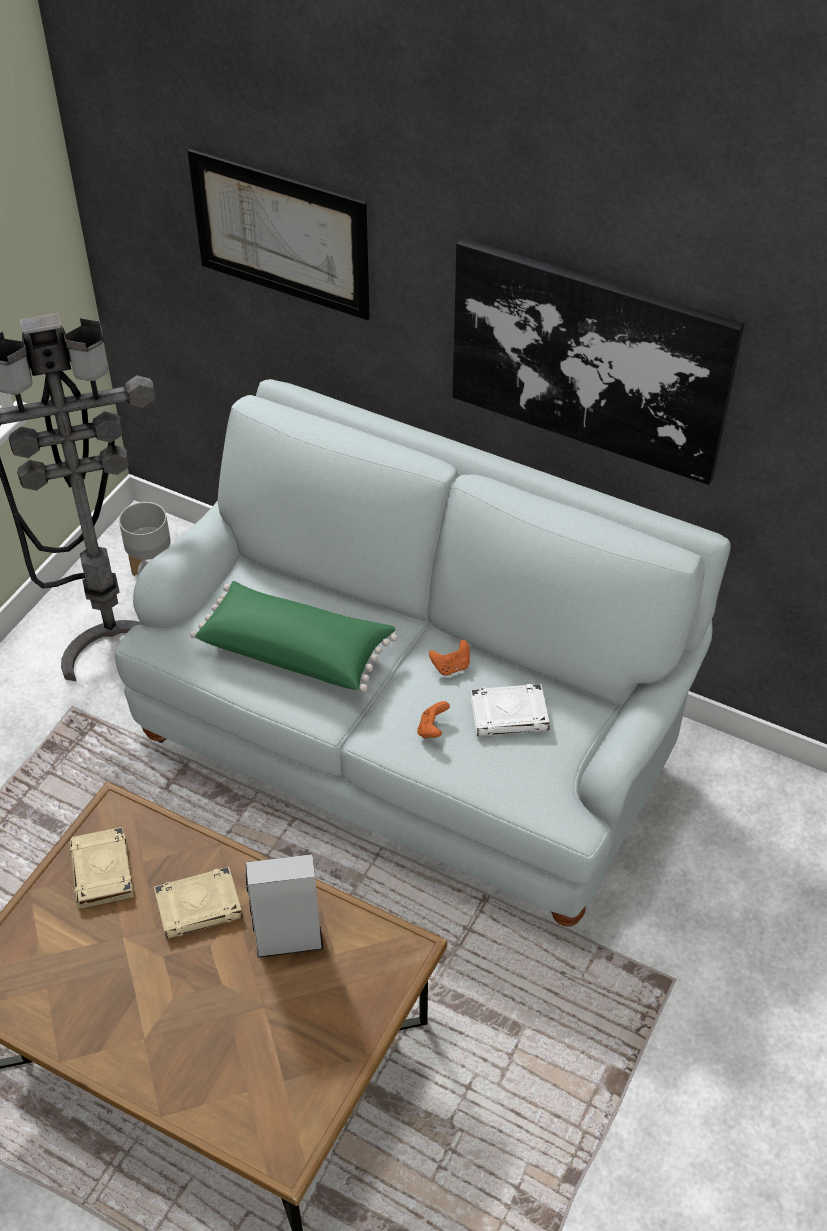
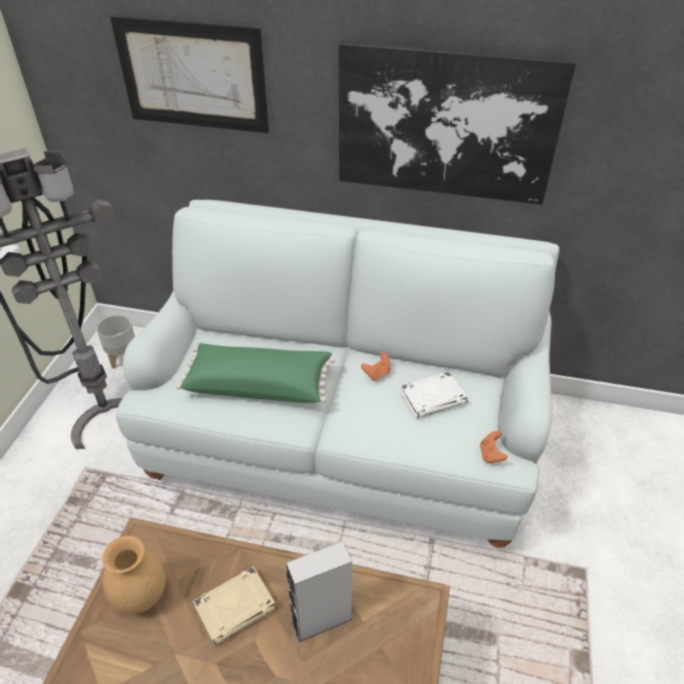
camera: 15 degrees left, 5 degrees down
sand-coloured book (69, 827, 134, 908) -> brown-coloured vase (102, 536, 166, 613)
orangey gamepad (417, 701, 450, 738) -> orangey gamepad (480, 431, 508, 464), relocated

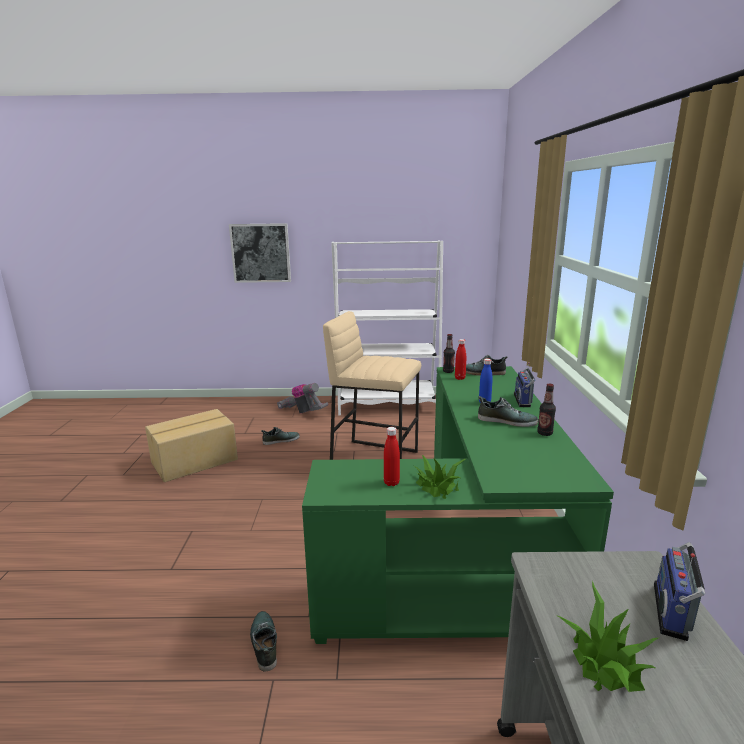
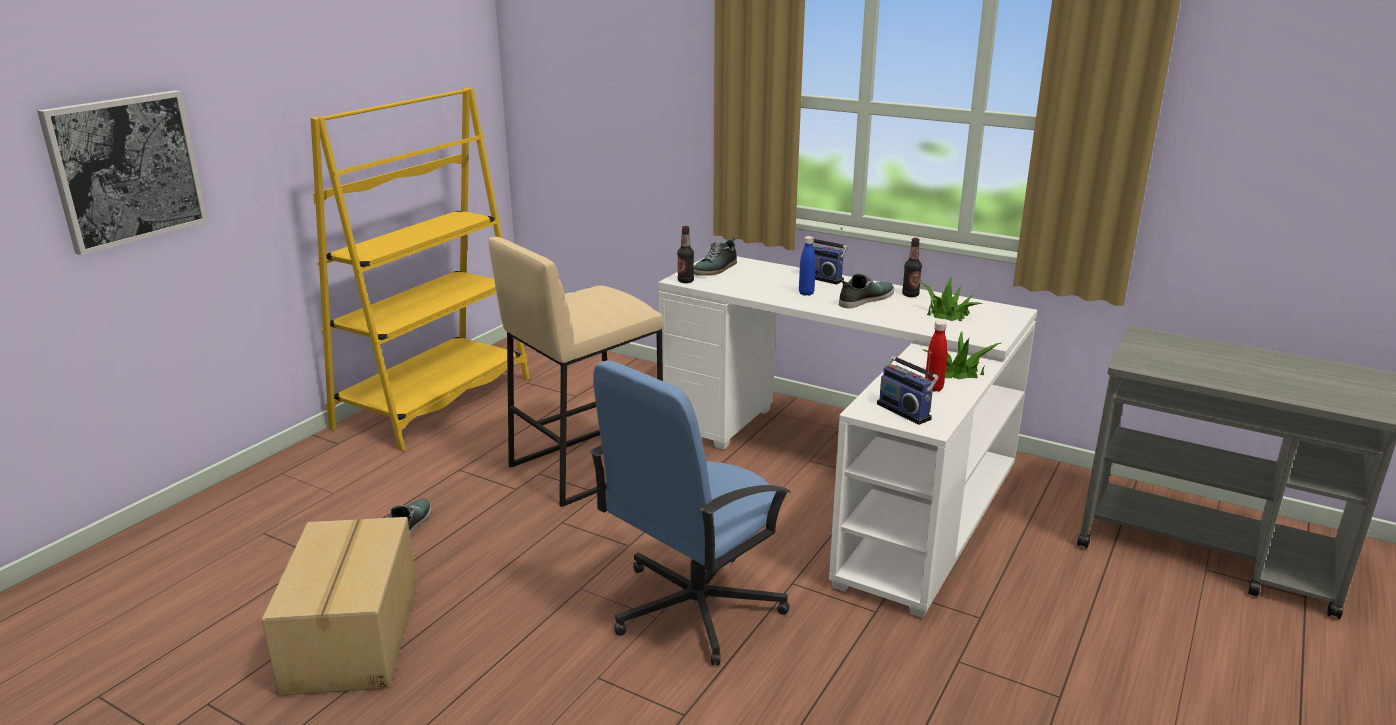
camera: 60 degrees left, 5 degrees up
shoe (250, 611, 277, 672) -> none
vacuum cleaner (277, 383, 328, 413) -> none
greenish desk unit (302, 366, 614, 644) -> whitish desk unit (658, 256, 1037, 618)
whitish shelving unit (331, 240, 443, 416) -> yellowish shelving unit (311, 88, 530, 451)
red drink bottle (455, 339, 466, 380) -> none
potted plant (556, 581, 658, 692) -> potted plant (918, 276, 982, 321), relocated
radio receiver (654, 542, 705, 641) -> radio receiver (877, 351, 939, 425), relocated
none -> bluish computer chair (589, 360, 791, 665)

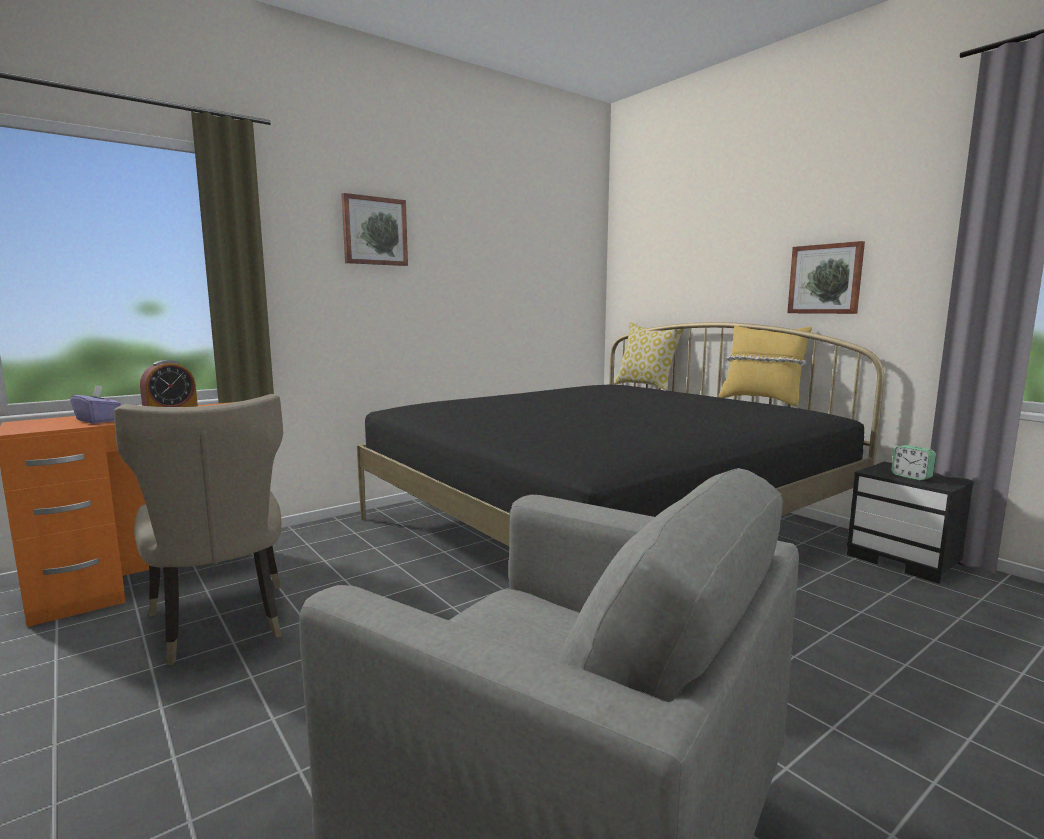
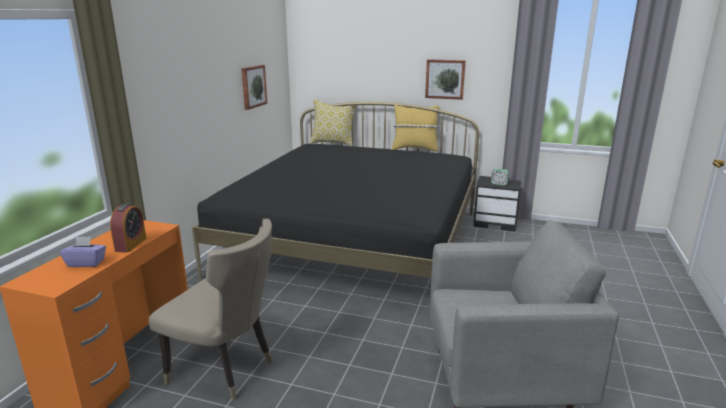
camera: 35 degrees left, 10 degrees up
wall picture (341, 193, 408, 266) -> wall picture (241, 65, 267, 110), relocated

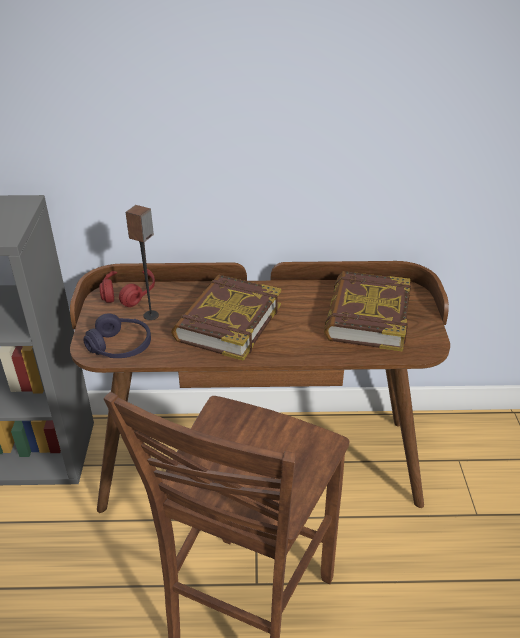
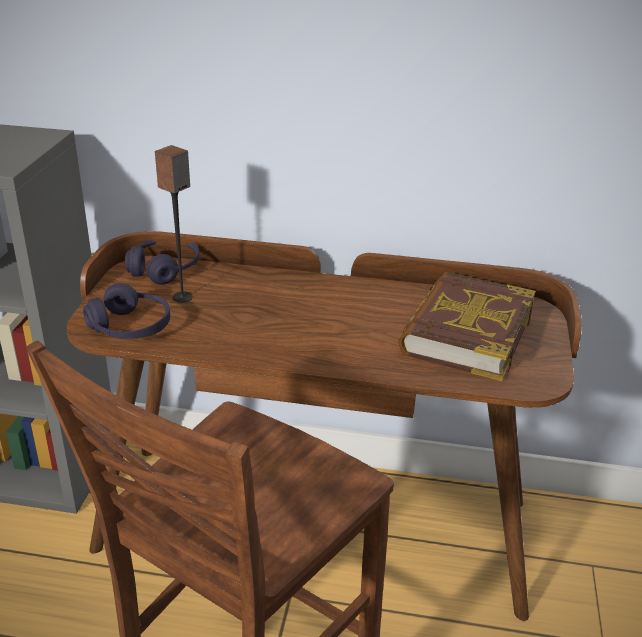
camera: 10 degrees right, 5 degrees down
red headphones (99, 269, 155, 307) -> purple-coloured headphones (125, 240, 199, 285)
book (171, 274, 281, 361) -> none

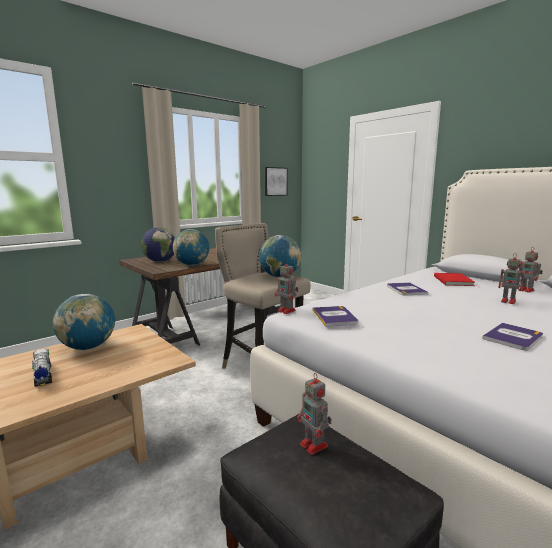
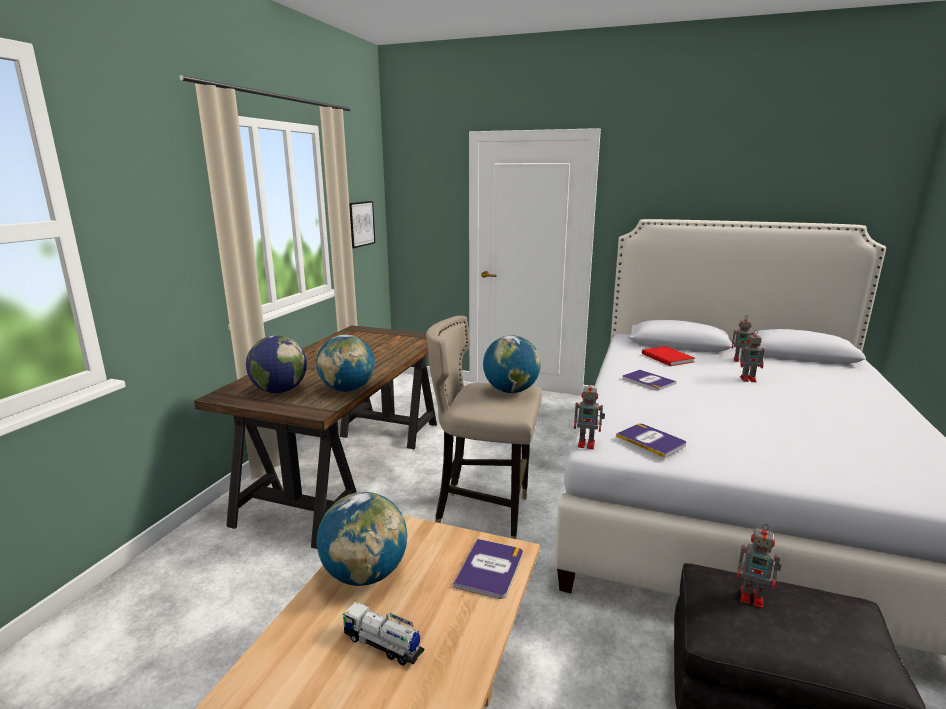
camera: 30 degrees left, 5 degrees up
book (482, 323, 543, 350) -> book (453, 539, 523, 599), relocated

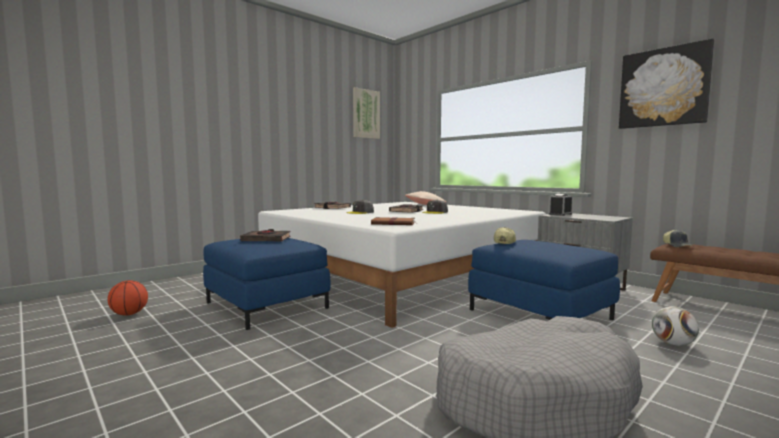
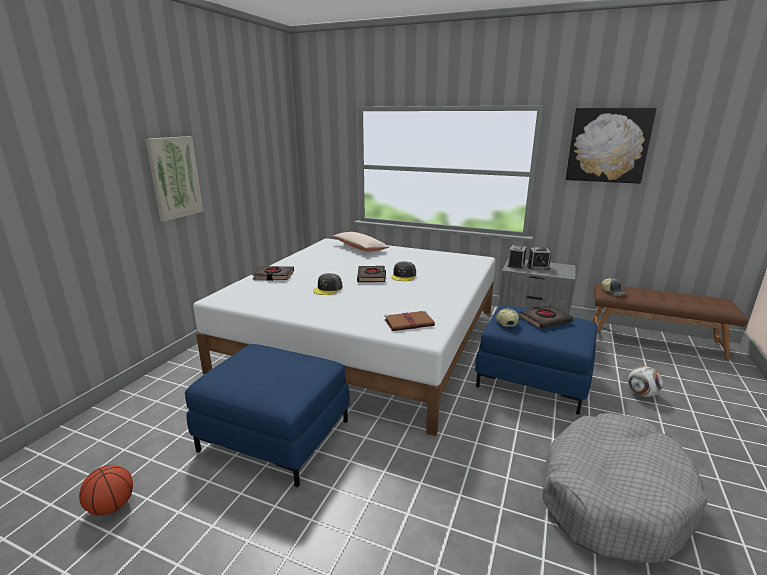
camera: 25 degrees left, 15 degrees up
blackish book (240, 229, 291, 241) -> blackish book (519, 305, 573, 329), relocated
wall picture (353, 87, 380, 139) -> wall picture (145, 136, 203, 222), relocated
none -> table clock (527, 247, 551, 270)

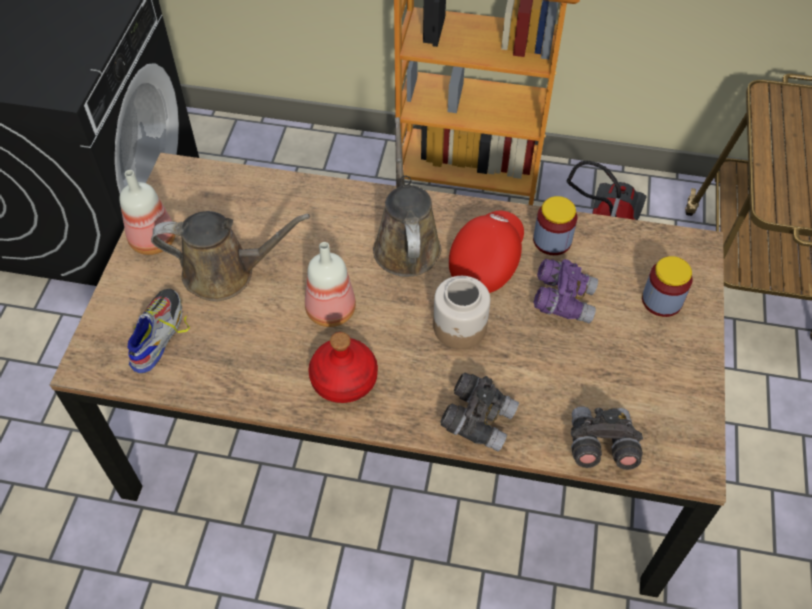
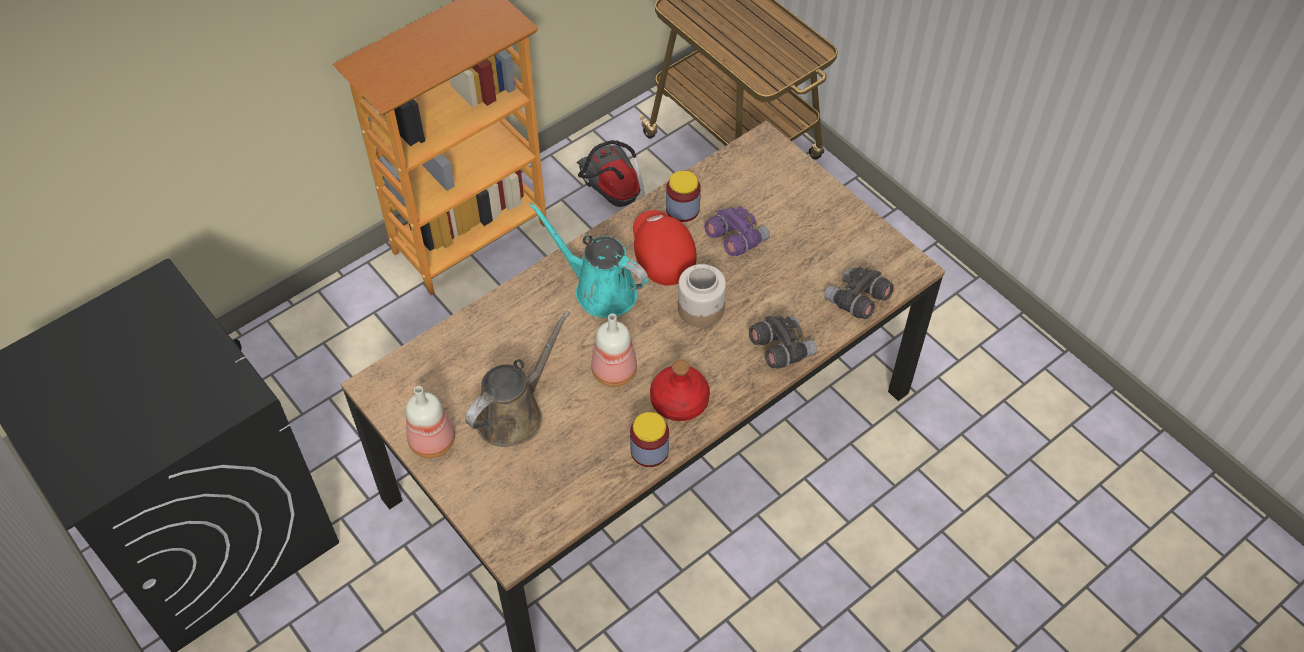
camera: 50 degrees left, 0 degrees up
shoe (128, 289, 190, 373) -> none
brown-coloured watering can (373, 117, 441, 277) -> blue-green watering can (529, 202, 648, 318)
jar (642, 256, 693, 317) -> jar (630, 412, 669, 467), relocated

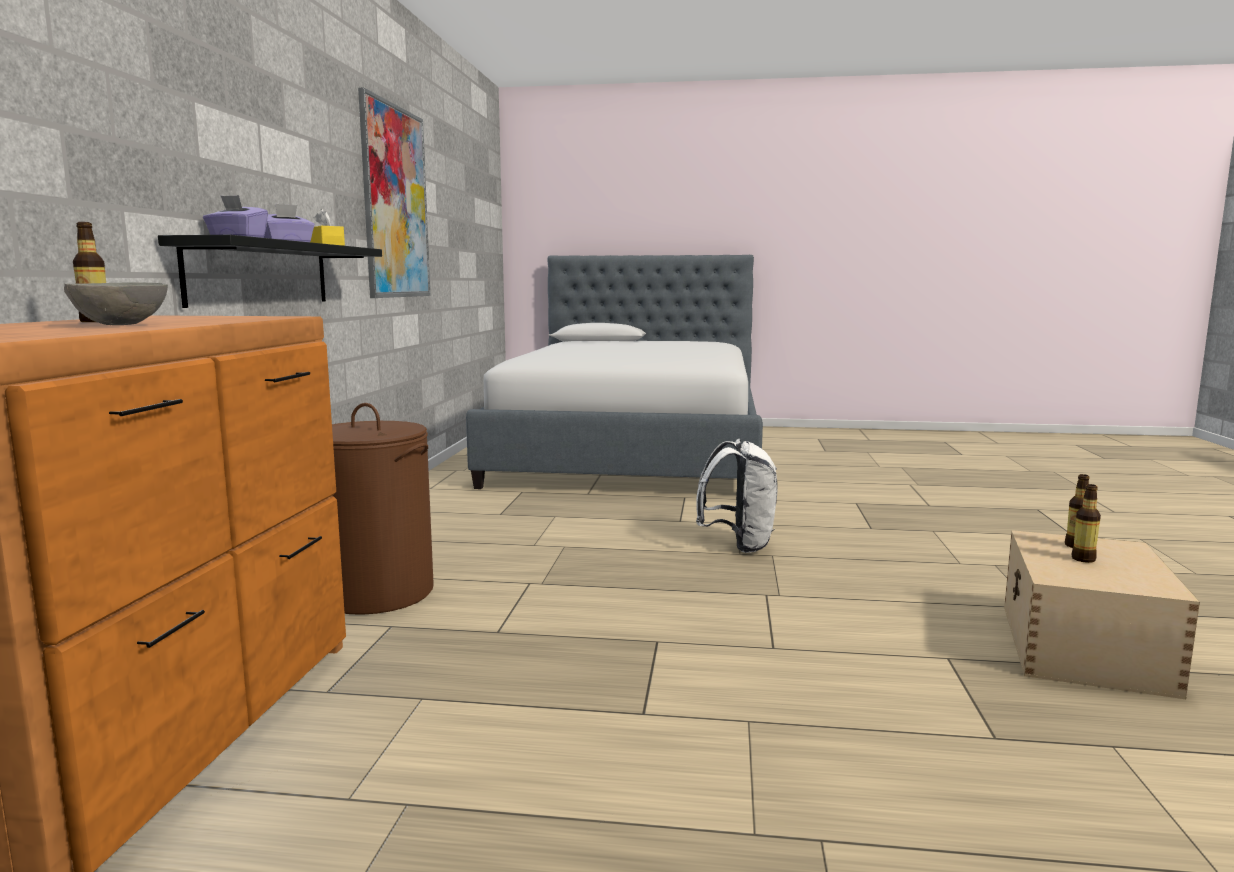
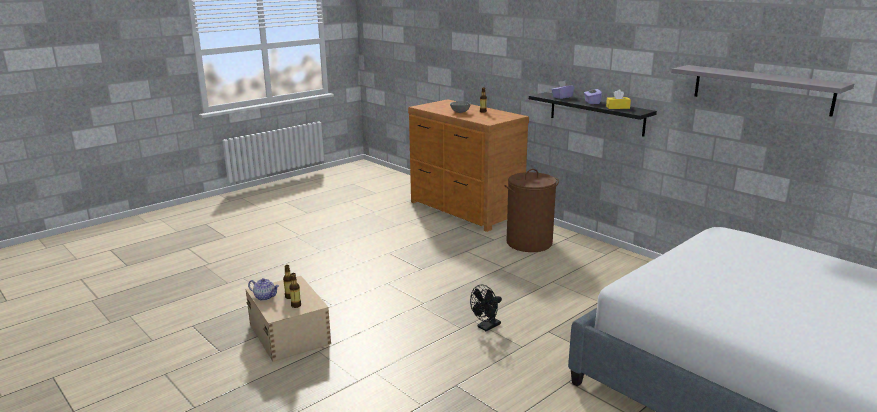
camera: 130 degrees right, 10 degrees up
wall picture (358, 88, 431, 298) -> gray bracket shelf (671, 65, 854, 116)
whitish rucksack (696, 438, 778, 553) -> blackish fan (470, 285, 502, 331)
none -> teapot (248, 278, 279, 301)

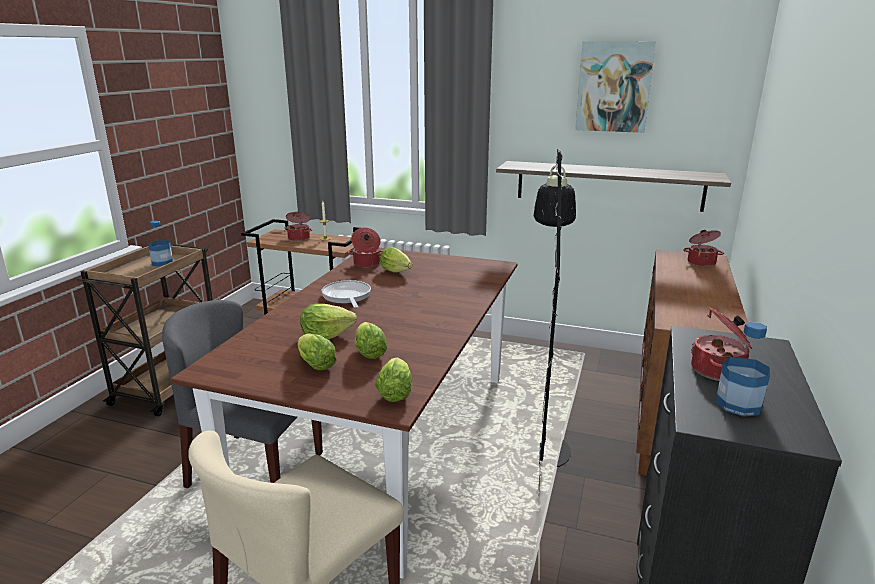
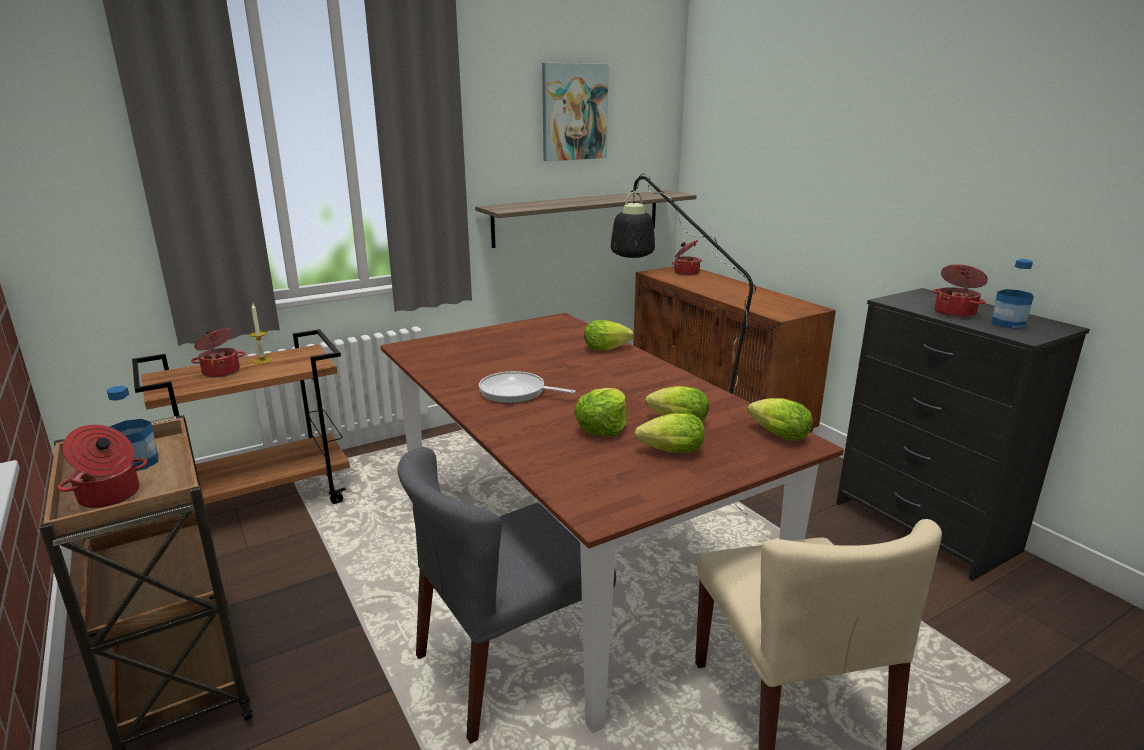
camera: 50 degrees left, 0 degrees up
stockpot (348, 228, 383, 268) -> stockpot (57, 425, 147, 508), relocated
lettuce head (380, 247, 412, 273) -> lettuce head (584, 320, 634, 350), relocated

